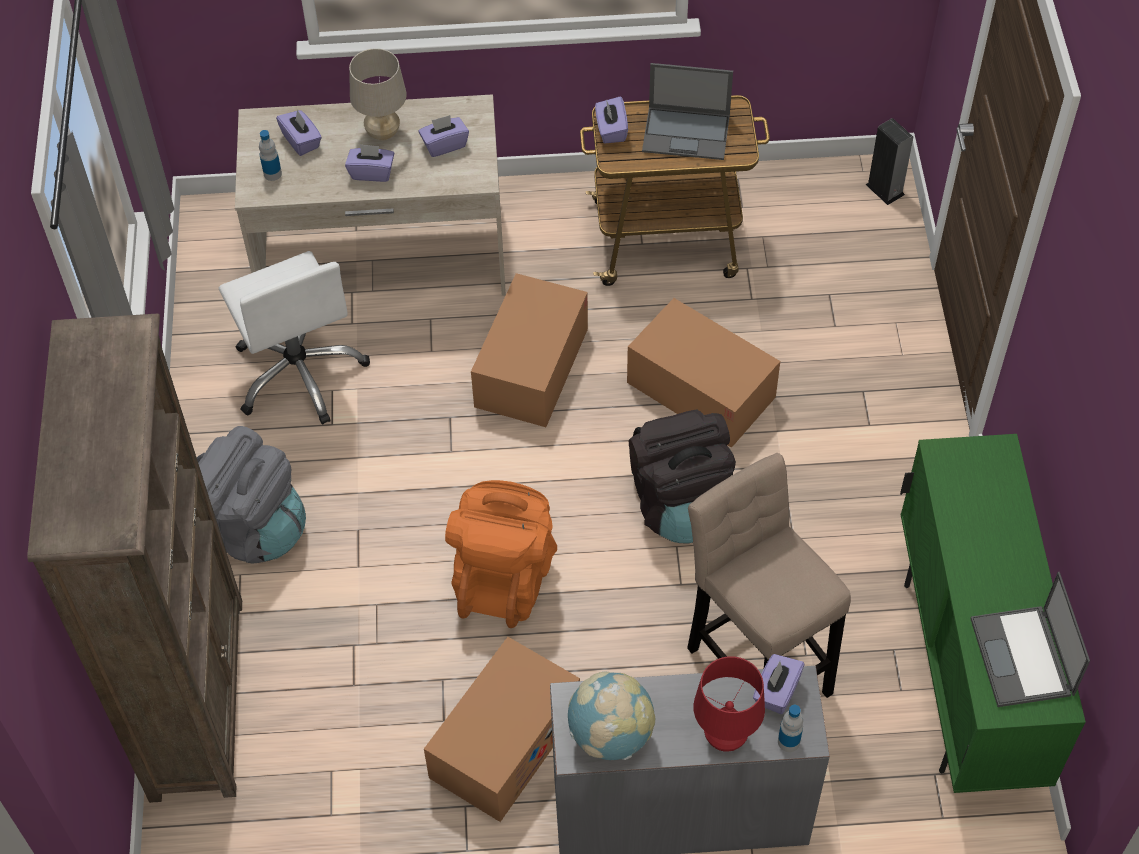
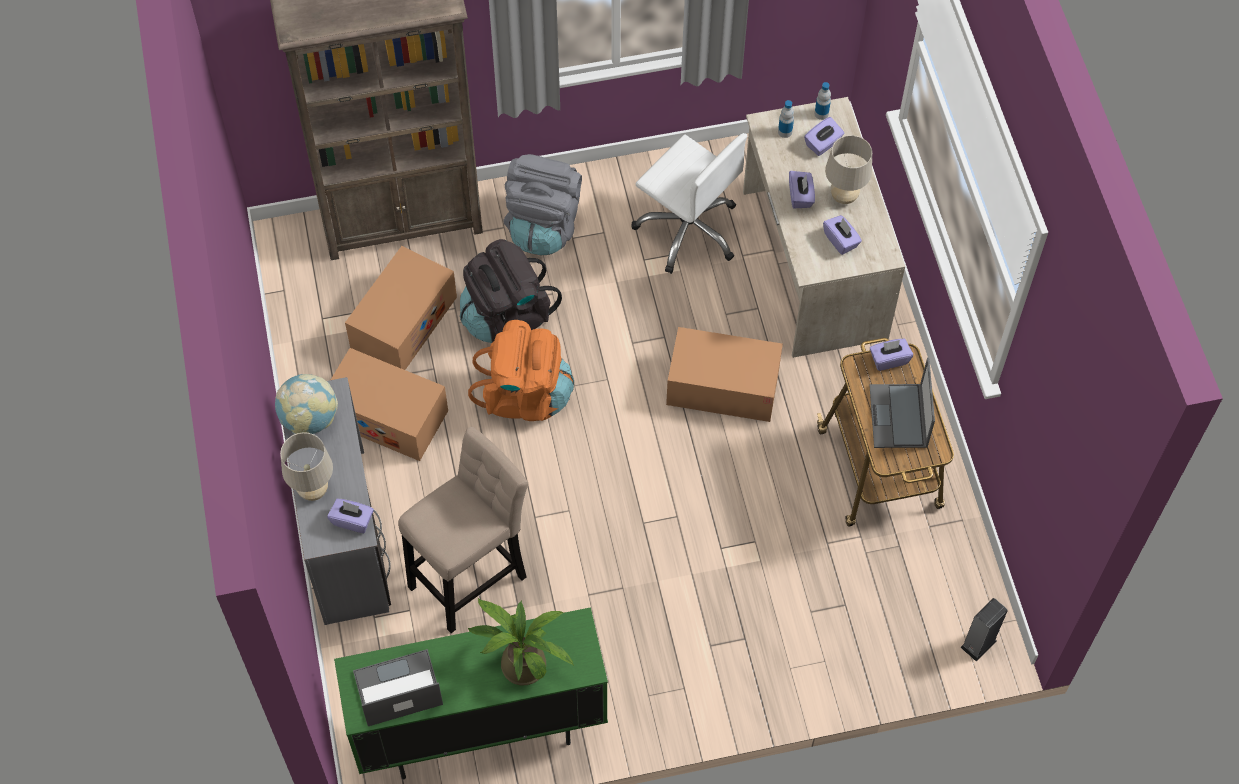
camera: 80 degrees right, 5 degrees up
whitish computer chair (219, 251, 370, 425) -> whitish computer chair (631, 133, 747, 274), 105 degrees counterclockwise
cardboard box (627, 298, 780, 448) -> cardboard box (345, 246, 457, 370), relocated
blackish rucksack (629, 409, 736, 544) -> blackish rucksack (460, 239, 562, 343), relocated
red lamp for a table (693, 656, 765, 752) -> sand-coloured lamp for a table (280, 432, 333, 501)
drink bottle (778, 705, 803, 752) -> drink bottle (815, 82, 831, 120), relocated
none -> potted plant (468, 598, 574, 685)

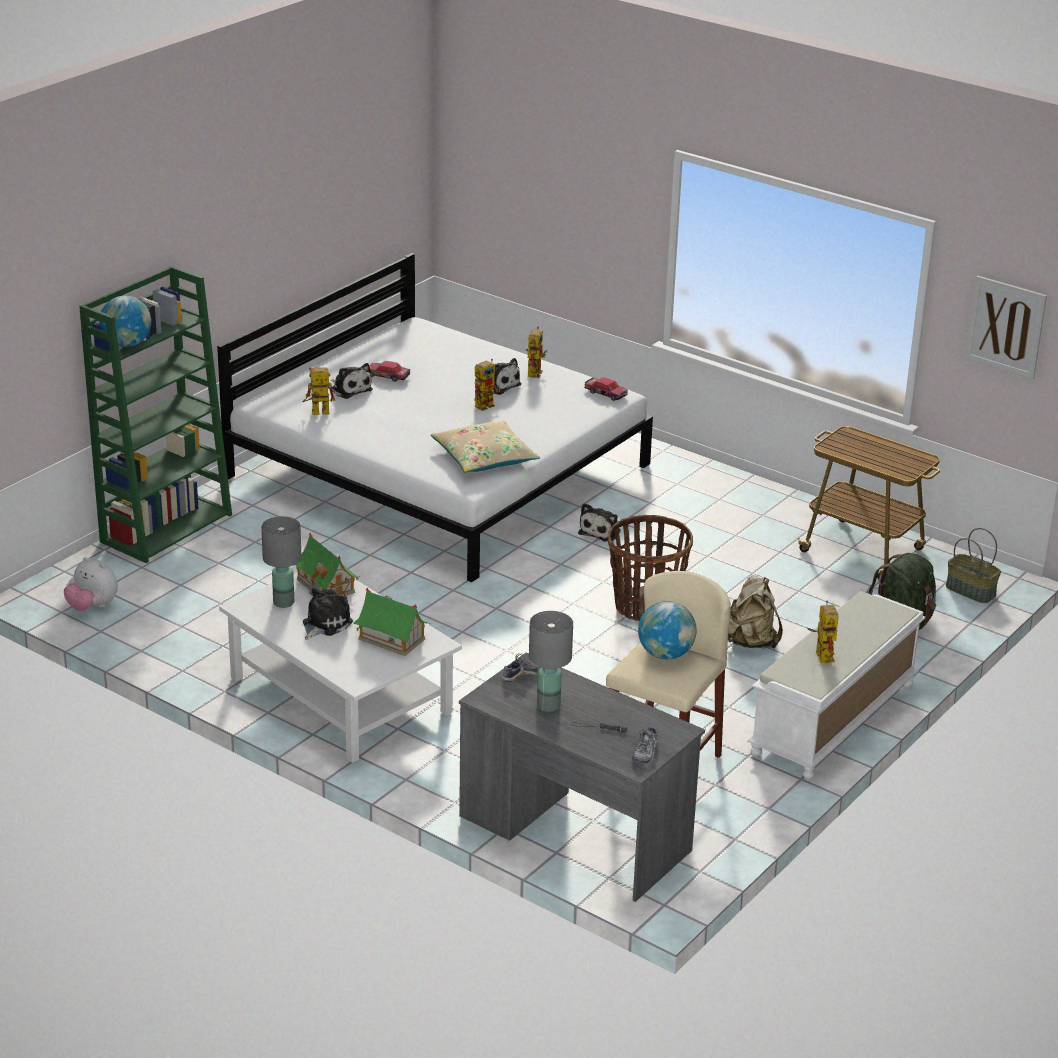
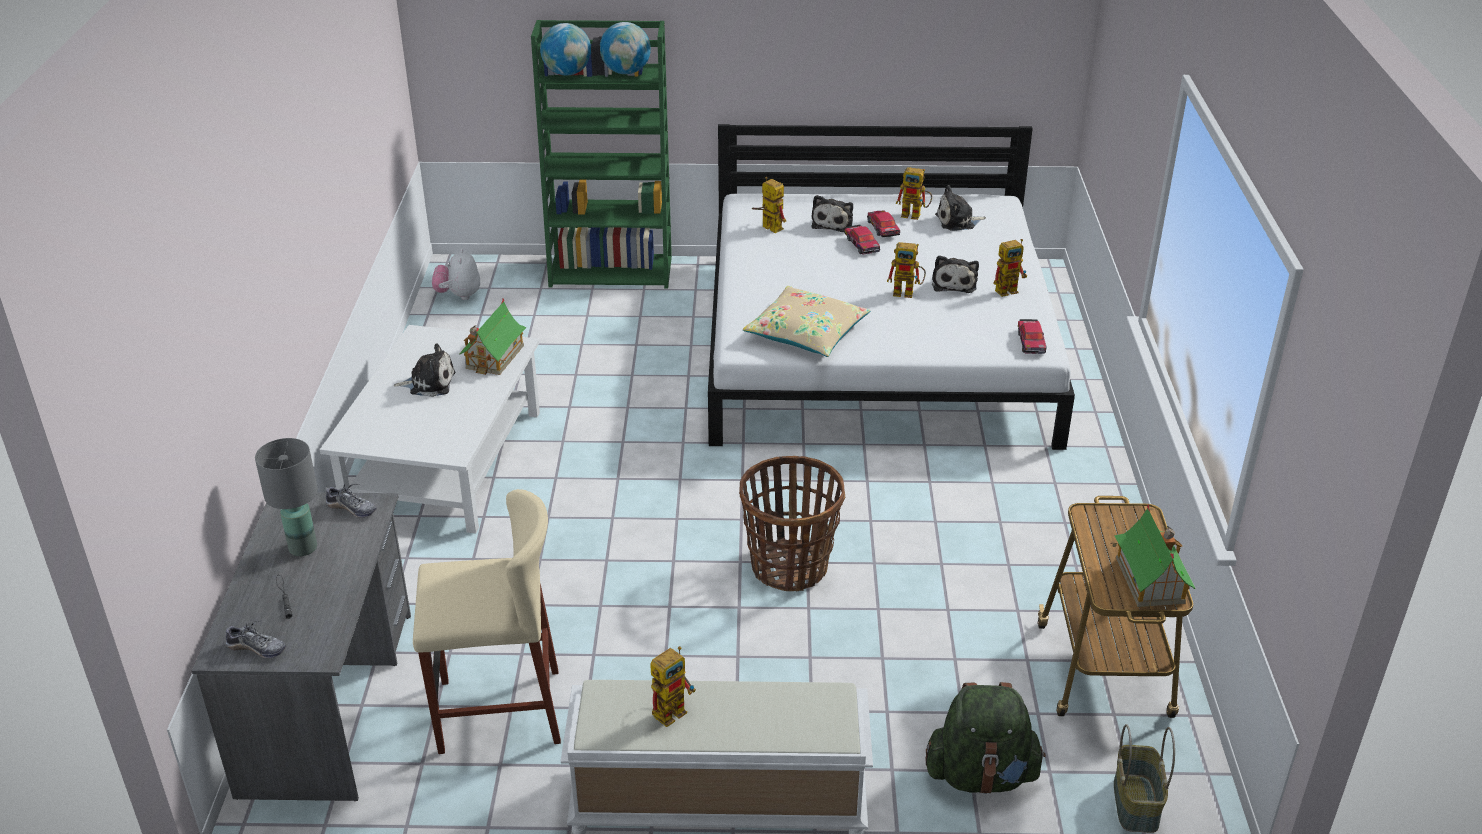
camera: 55 degrees right, 5 degrees up
gray lamp for a table (261, 516, 302, 608) -> none
toy house (353, 587, 430, 656) -> toy house (1110, 504, 1196, 607), relocated
soft toy (578, 503, 621, 542) -> soft toy (935, 185, 986, 231), relocated
shoe (632, 726, 659, 764) -> shoe (226, 621, 286, 658), 150 degrees counterclockwise
globe (638, 601, 697, 660) -> globe (600, 22, 651, 74), relocated
sand-coloured rucksack (728, 575, 783, 649) -> none
wall picture (965, 276, 1047, 380) -> none
none -> miniature car (845, 225, 880, 254)
none -> model robot (896, 167, 932, 220)

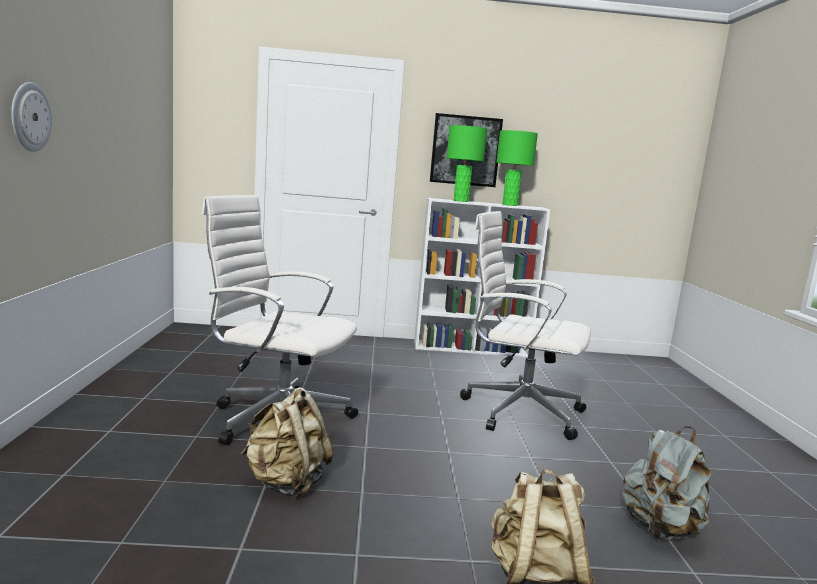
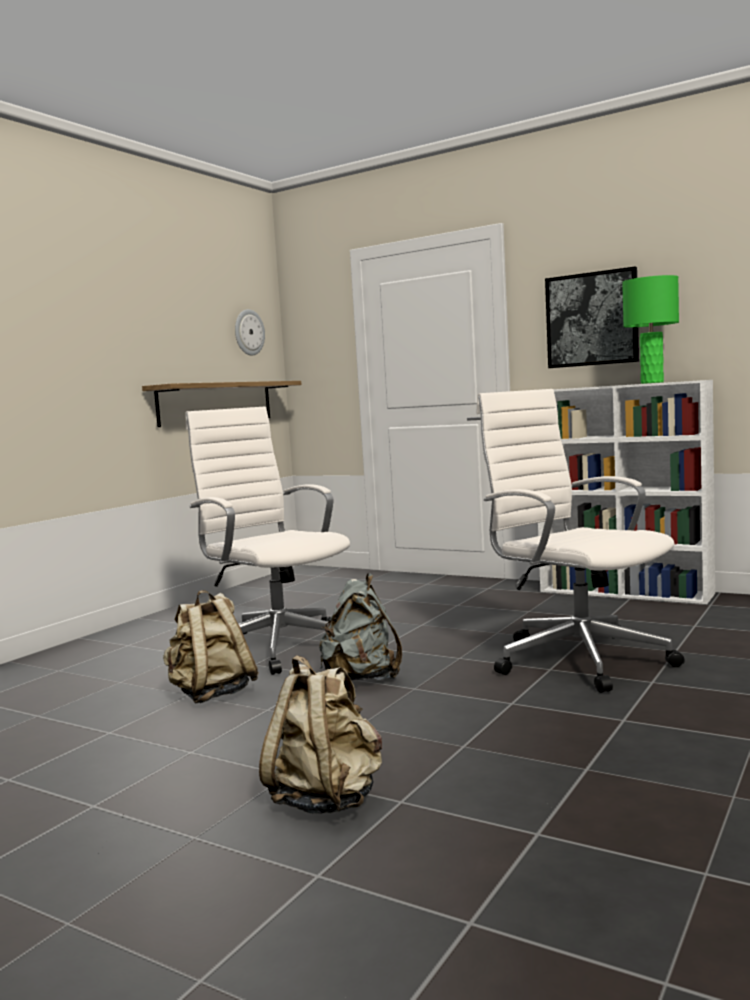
camera: 35 degrees right, 5 degrees down
hanging clock (11, 82, 52, 152) -> hanging clock (235, 309, 265, 355), relocated
greenish lamp for a table (447, 125, 487, 202) -> none
gray rucksack (622, 426, 711, 540) -> gray rucksack (319, 573, 402, 680), relocated
none -> bracket shelf (142, 381, 301, 427)

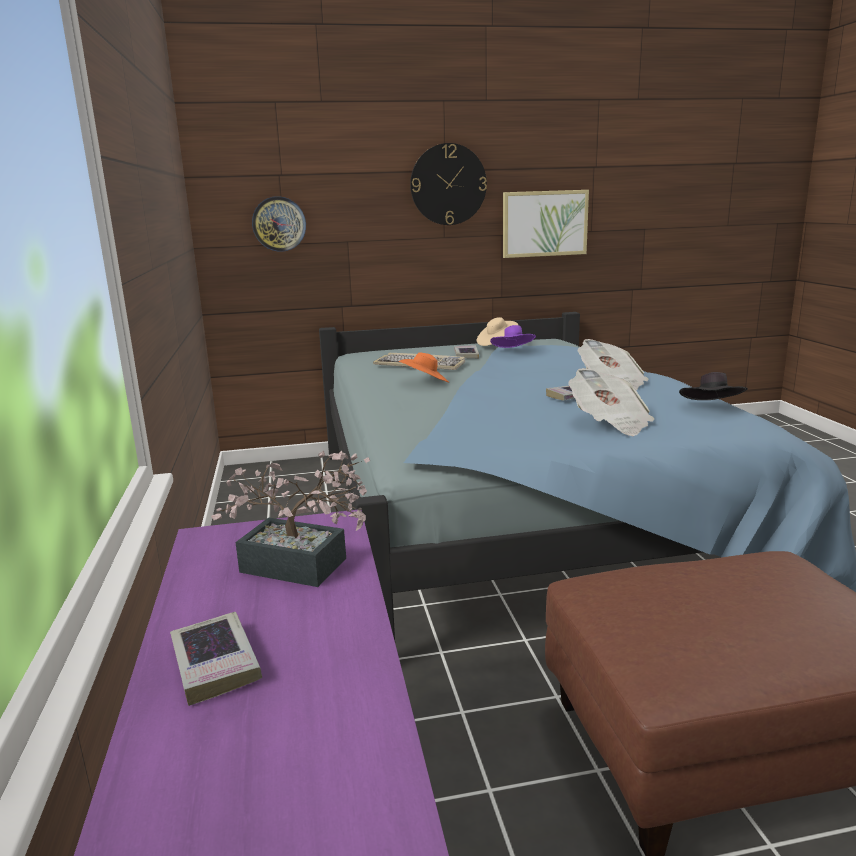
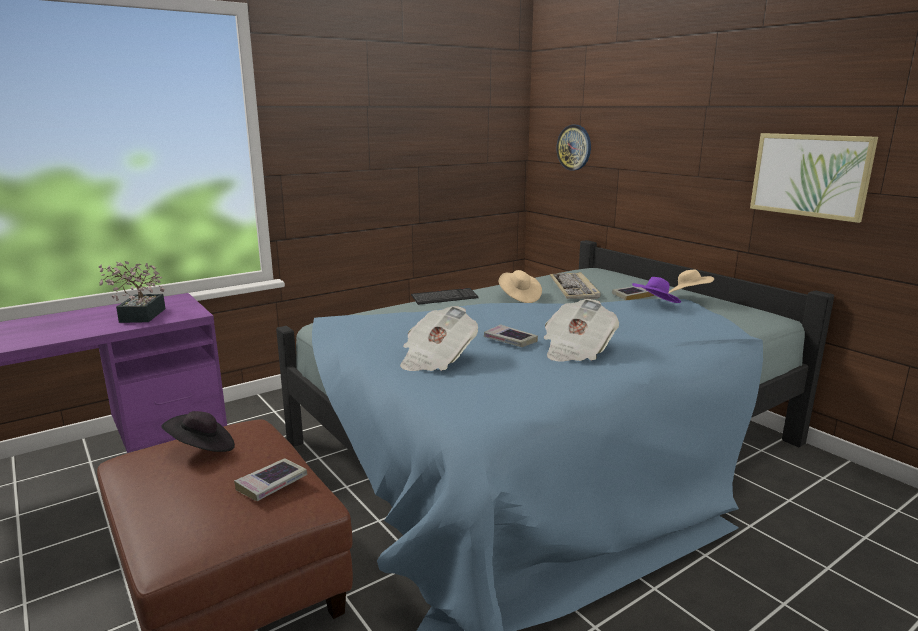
camera: 65 degrees right, 0 degrees up
book (170, 612, 262, 706) -> book (234, 458, 307, 501), relocated
orangey clothing hat (398, 352, 449, 383) -> sand-coloured clothing hat (499, 270, 542, 303)
hanging clock (410, 143, 487, 225) -> none
blackish clothing hat (679, 372, 748, 400) -> blackish clothing hat (161, 411, 235, 452), relocated
none -> computer keyboard (411, 288, 479, 305)

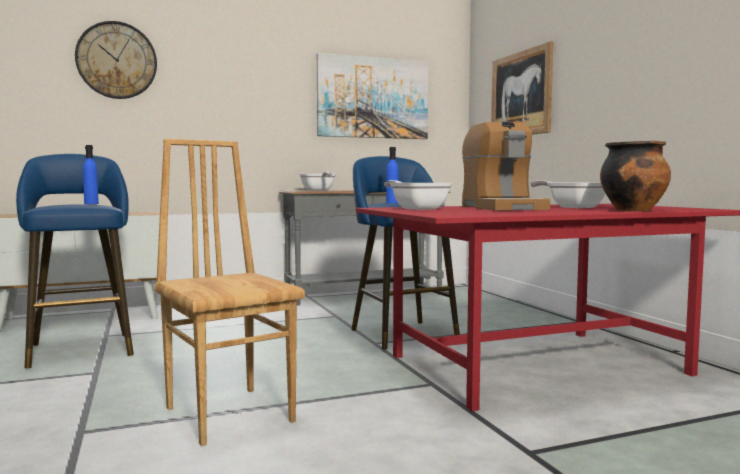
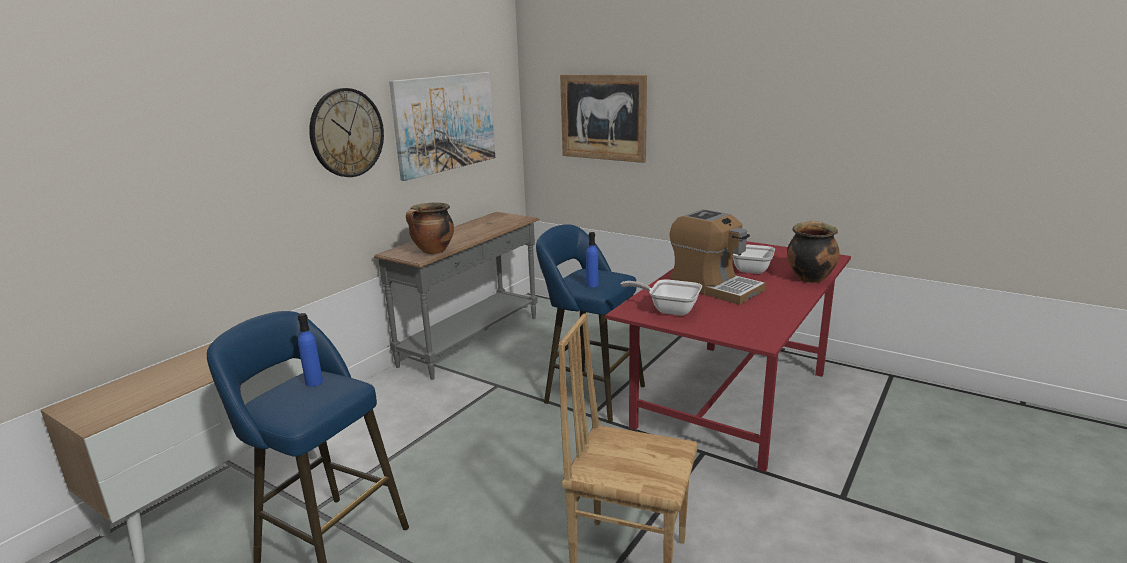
camera: 35 degrees left, 15 degrees up
hanging clock (75, 21, 157, 99) -> hanging clock (309, 88, 384, 177), relocated
pan (299, 172, 336, 191) -> stockpot (406, 202, 454, 254)

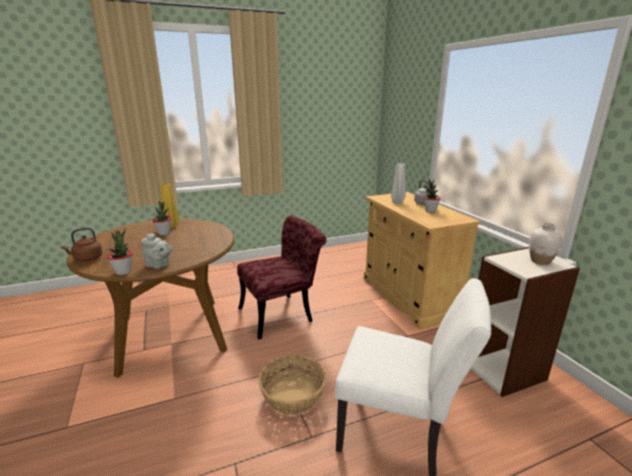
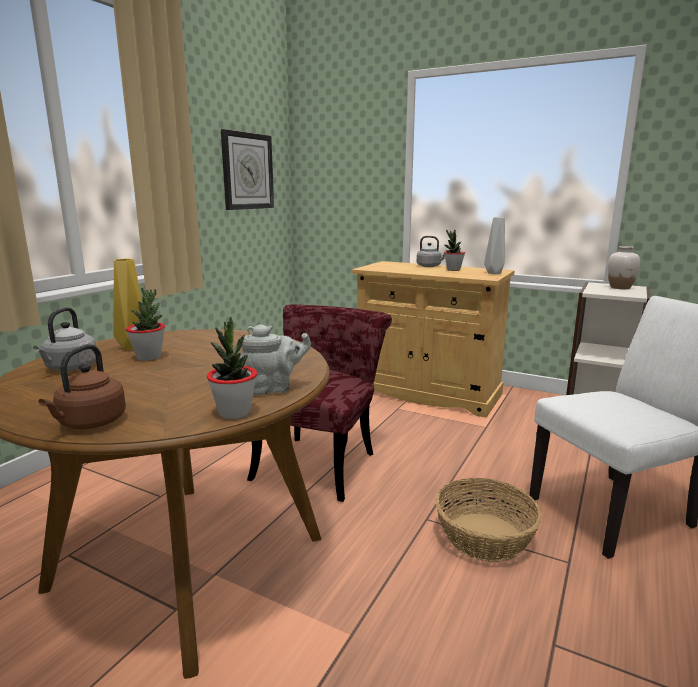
camera: 40 degrees left, 5 degrees down
gray vase (391, 163, 406, 204) -> gray vase (484, 217, 505, 274), relocated
none -> gray water kettle (33, 307, 96, 371)
none -> hanging clock (221, 129, 274, 210)

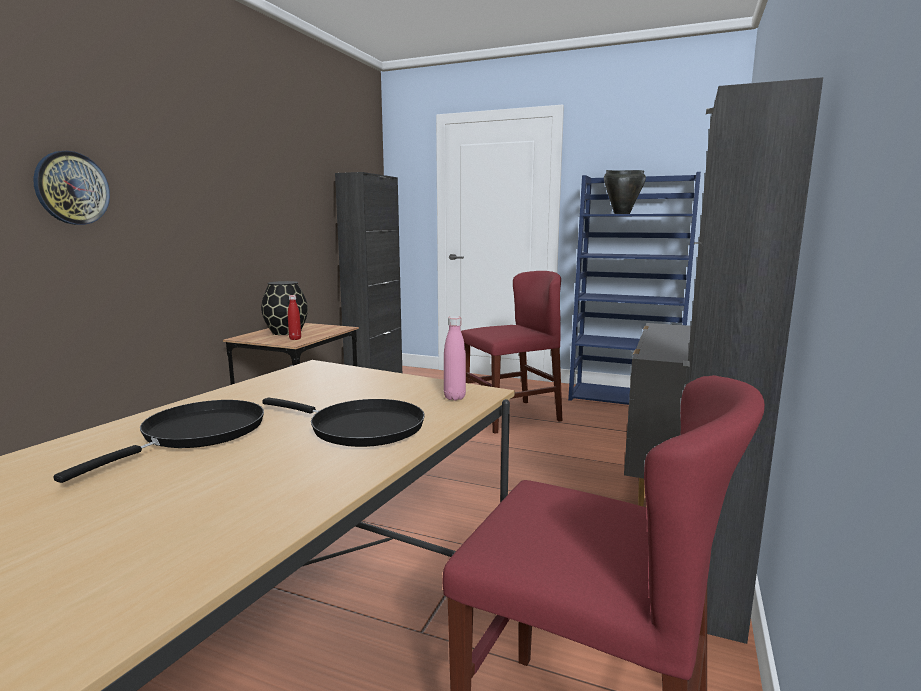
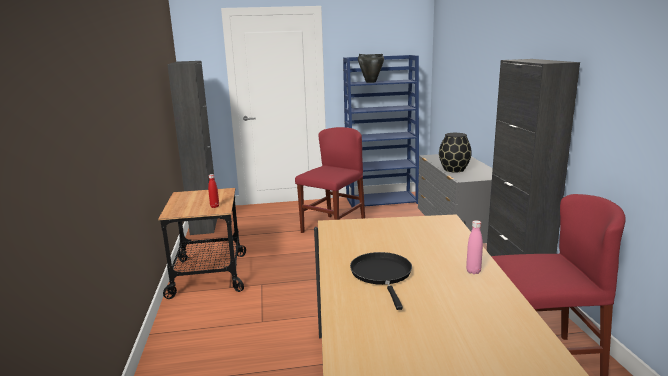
camera: 30 degrees left, 5 degrees up
hanging clock (33, 151, 110, 225) -> none
blackish vase (261, 281, 308, 335) -> blackish vase (439, 133, 472, 172), relocated
blackish pan (262, 398, 425, 447) -> none
pink-coloured drink bottle (444, 316, 466, 400) -> pink-coloured drink bottle (466, 220, 483, 274), relocated

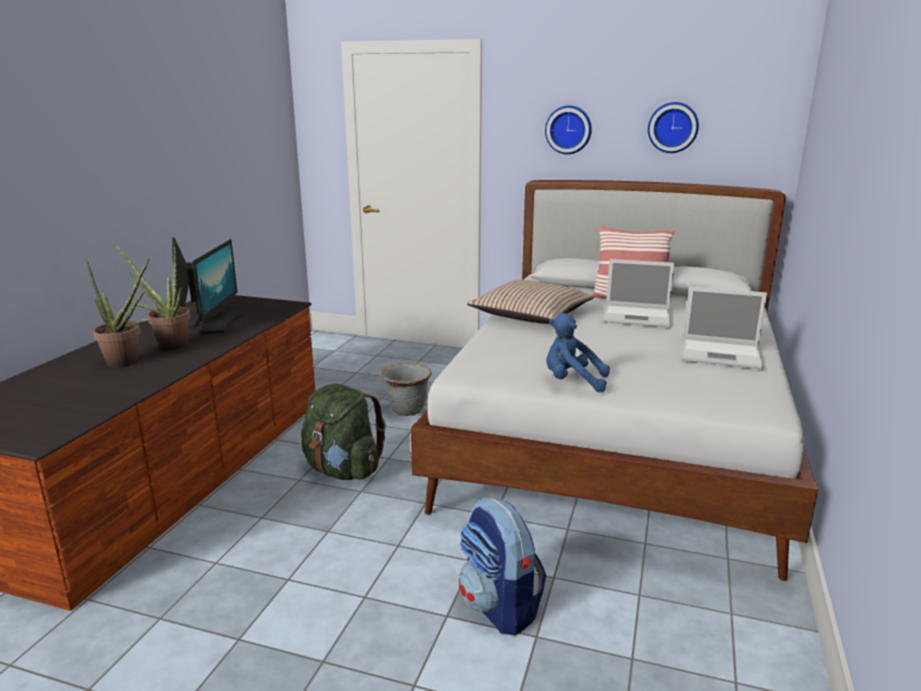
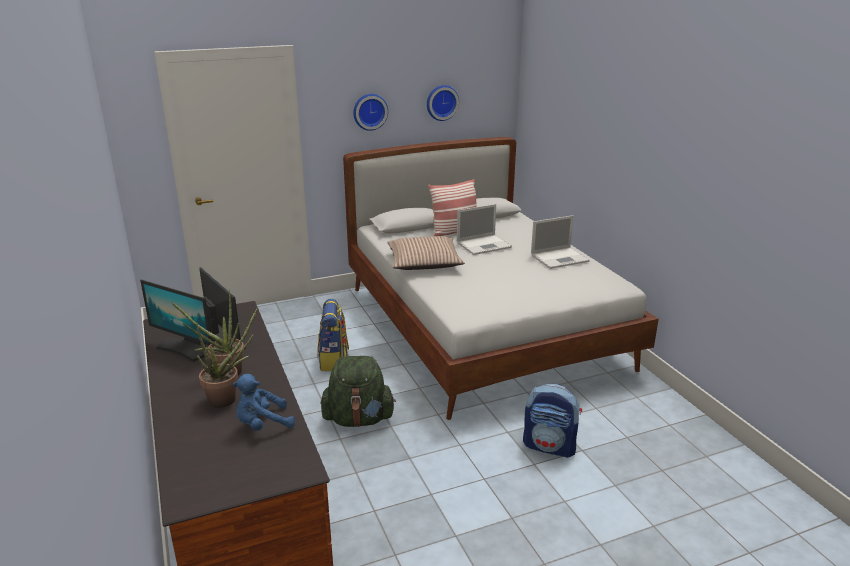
camera: 40 degrees left, 5 degrees up
gray flower pot (380, 363, 432, 416) -> rucksack (317, 299, 349, 371)
bluish soft toy (546, 313, 610, 392) -> bluish soft toy (232, 374, 295, 431), relocated

